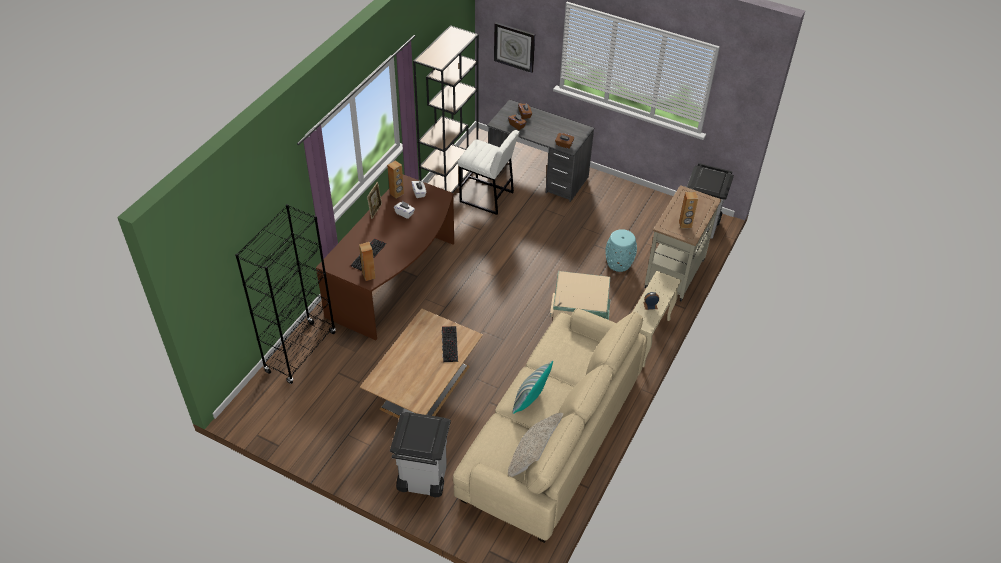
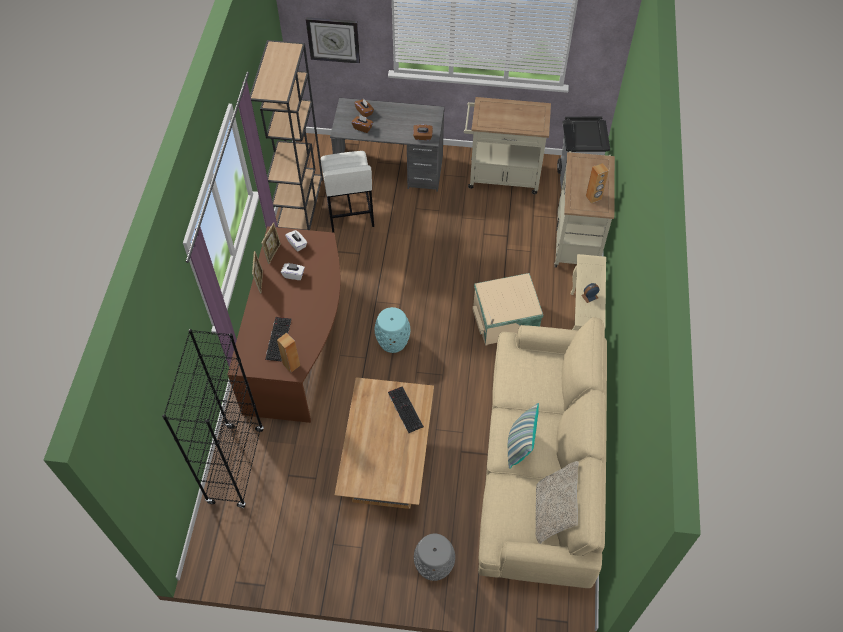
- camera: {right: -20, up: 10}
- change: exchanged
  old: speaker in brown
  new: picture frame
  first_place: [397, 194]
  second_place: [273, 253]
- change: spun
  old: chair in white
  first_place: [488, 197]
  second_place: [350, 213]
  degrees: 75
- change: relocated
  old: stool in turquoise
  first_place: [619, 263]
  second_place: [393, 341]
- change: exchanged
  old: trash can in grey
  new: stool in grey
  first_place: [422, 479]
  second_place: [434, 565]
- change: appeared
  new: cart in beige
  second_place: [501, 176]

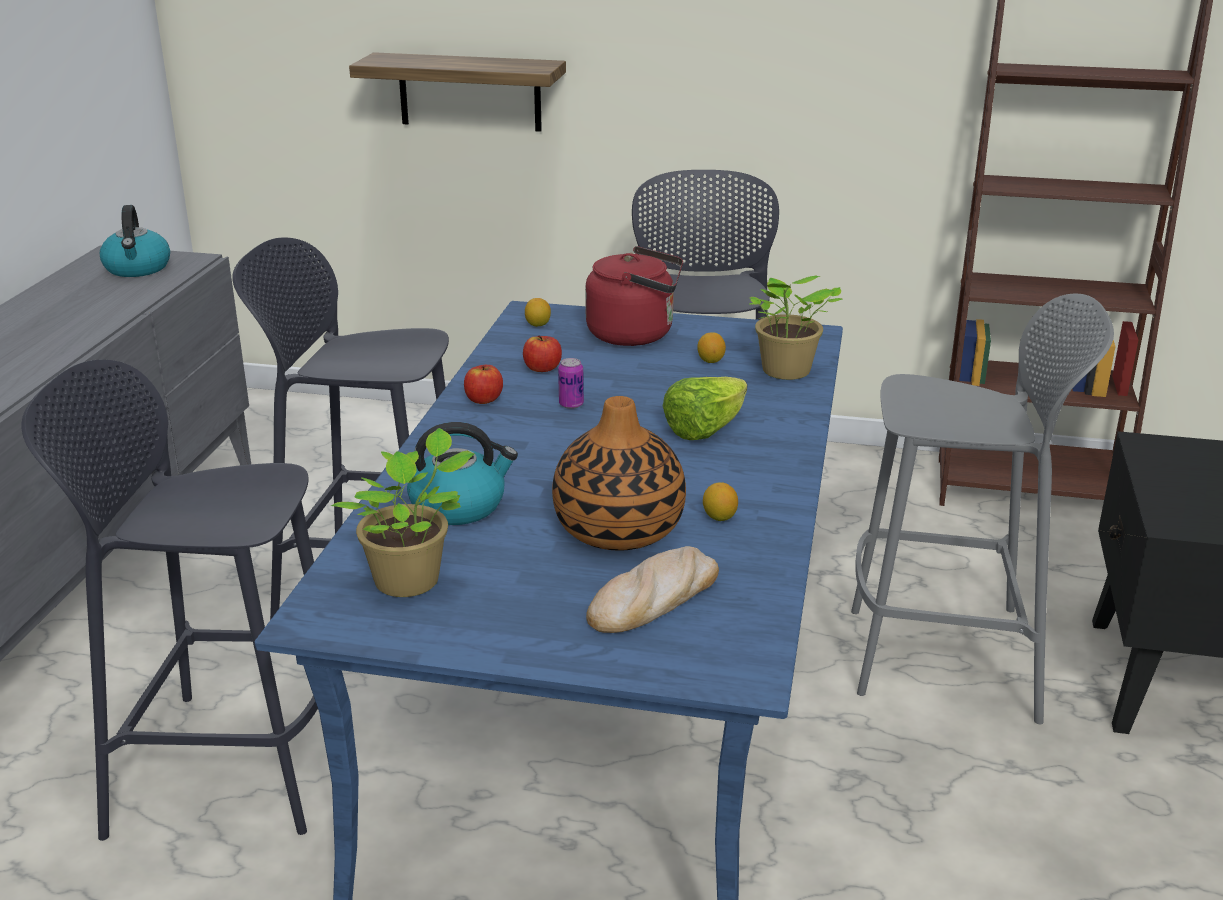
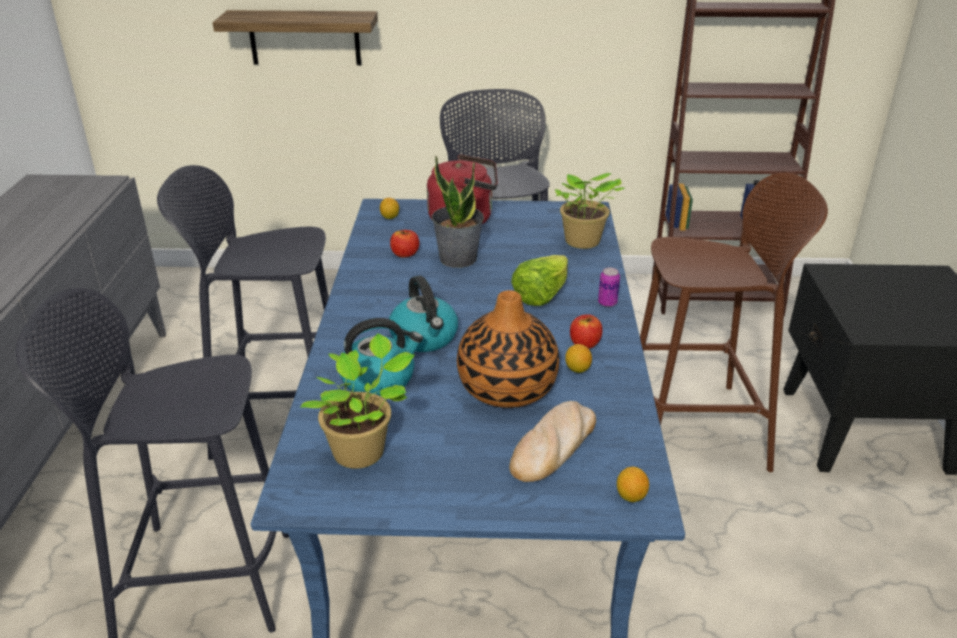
- camera: {right: -10, up: 5}
- change: relocated
  old: kettle
  first_place: [138, 268]
  second_place: [425, 337]
- change: appeared
  new: potted plant
  second_place: [458, 258]
- change: relocated
  old: apple
  first_place: [483, 399]
  second_place: [584, 343]
- change: relocated
  old: can
  first_place: [571, 404]
  second_place: [607, 303]
- change: relocated
  old: lemon
  first_place: [710, 361]
  second_place: [630, 496]
- change: colour
  old: stool in grey
  new: stool in brown
  first_place: [947, 658]
  second_place: [697, 429]

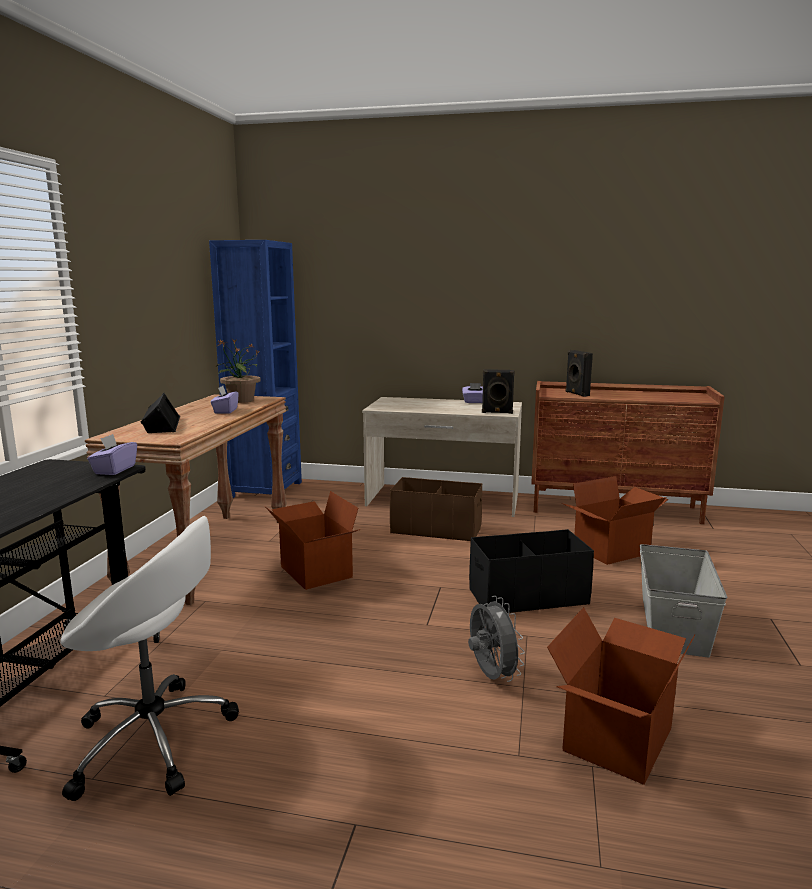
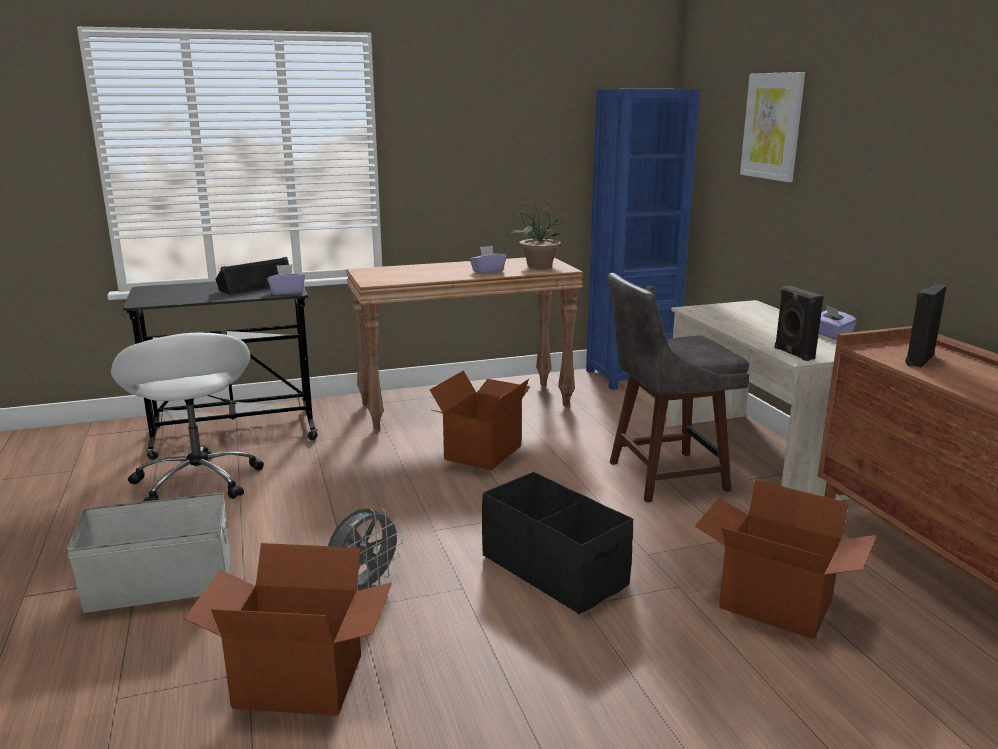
- camera: {right: 60, up: 5}
- change: relocated
  old: storage box in grey
  first_place: [672, 625]
  second_place: [160, 584]
- change: relocated
  old: speaker in black
  first_place: [160, 425]
  second_place: [256, 287]
- change: exchanged
  old: storage box in brown
  new: stool in grey
  first_place: [436, 529]
  second_place: [662, 476]
- change: appeared
  new: picture
  second_place: [772, 126]

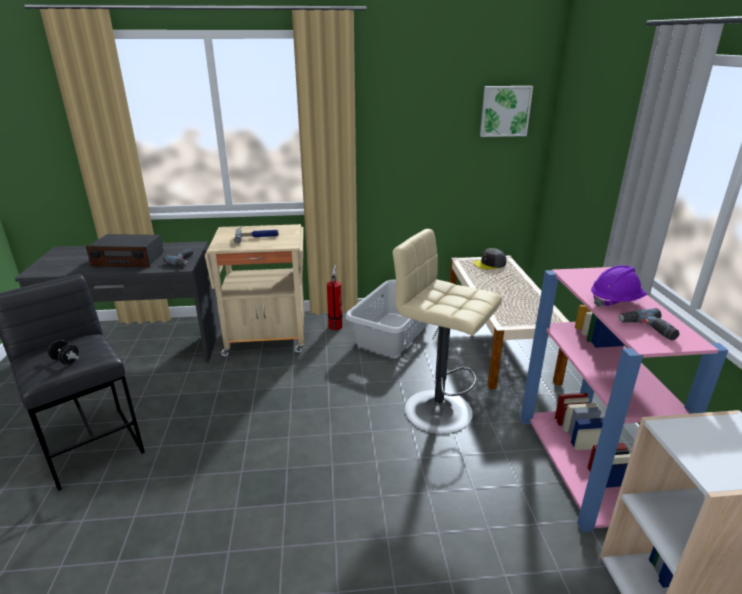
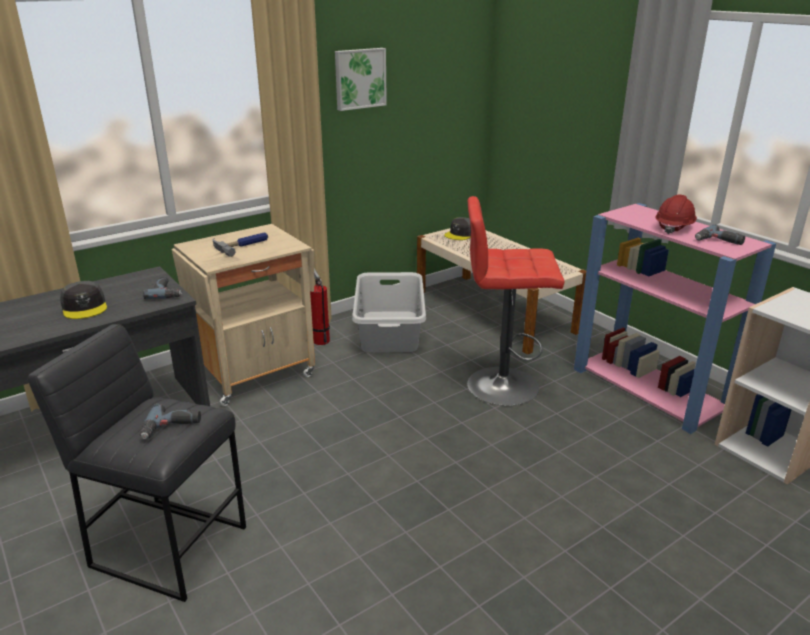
- camera: {right: -30, up: 0}
- change: exchanged
  old: radio
  new: cap in grey
  first_place: [128, 259]
  second_place: [85, 307]
- change: exchanged
  old: dumbbell in black
  new: power drill
  first_place: [66, 360]
  second_place: [171, 428]
- change: relocated
  old: picture
  first_place: [505, 111]
  second_place: [359, 78]
- change: colour
  old: stool in beige
  new: stool in red
  first_place: [437, 410]
  second_place: [501, 385]
- change: colour
  old: hard hat in purple
  new: hard hat in red
  first_place: [615, 301]
  second_place: [674, 228]

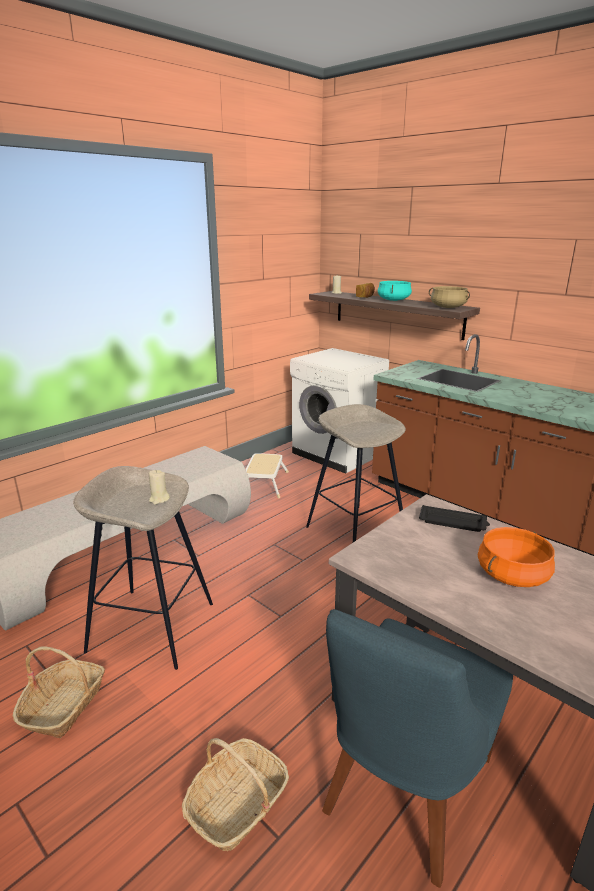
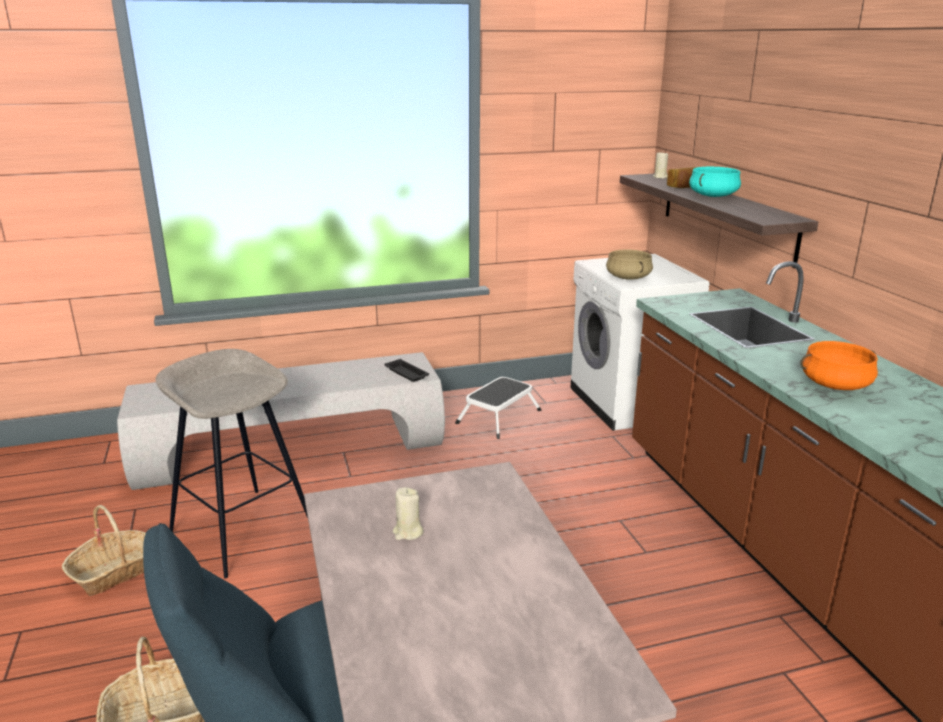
- camera: {right: 30, up: 0}
- change: relocated
  old: tray in black
  first_place: [453, 522]
  second_place: [407, 374]
- change: relocated
  old: candle in beige
  first_place: [159, 499]
  second_place: [408, 532]
- change: colour
  old: step ladder in beige
  new: step ladder in black
  first_place: [264, 483]
  second_place: [498, 416]
- change: relocated
  old: cooking pot in beige
  first_place: [447, 307]
  second_place: [627, 277]
- change: relocated
  old: cooking pot in orange
  first_place: [511, 575]
  second_place: [835, 384]
- change: missing
  old: stool in grey
  first_place: [356, 531]

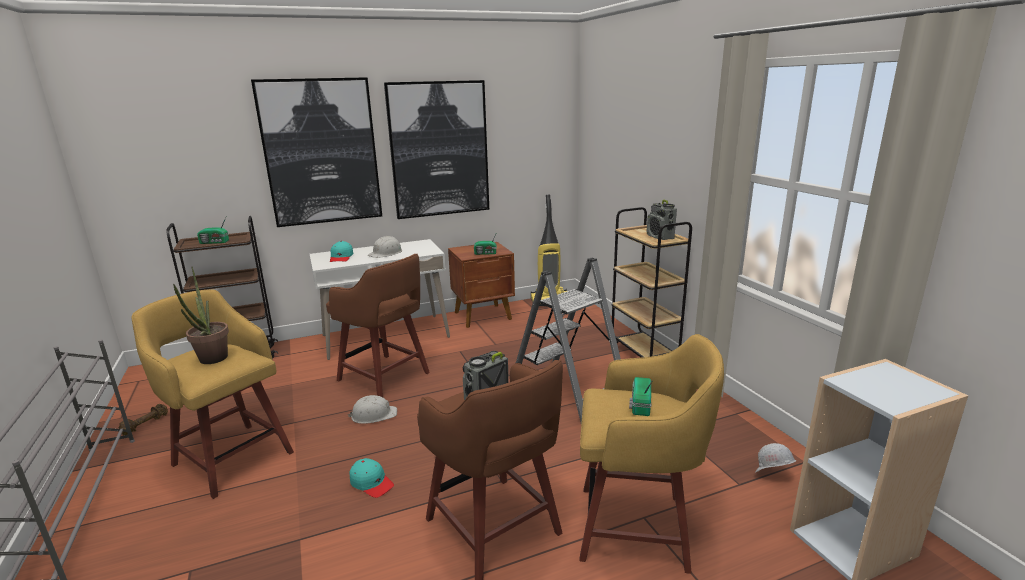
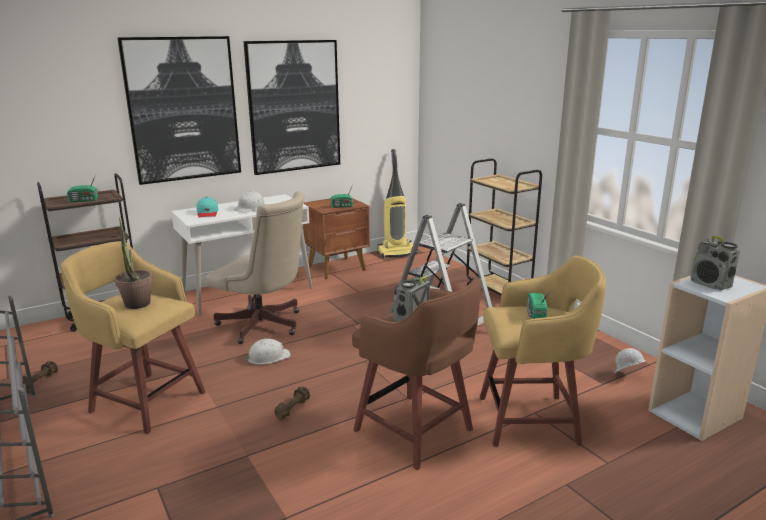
- camera: {right: -10, up: 0}
- change: exchanged
  old: stool in brown
  new: office chair in beige
  first_place: [385, 378]
  second_place: [264, 326]
- change: exchanged
  old: cap in turquoise
  new: dumbbell in brown
  first_place: [371, 483]
  second_place: [292, 409]
- change: relocated
  old: radio
  first_place: [660, 237]
  second_place: [710, 284]

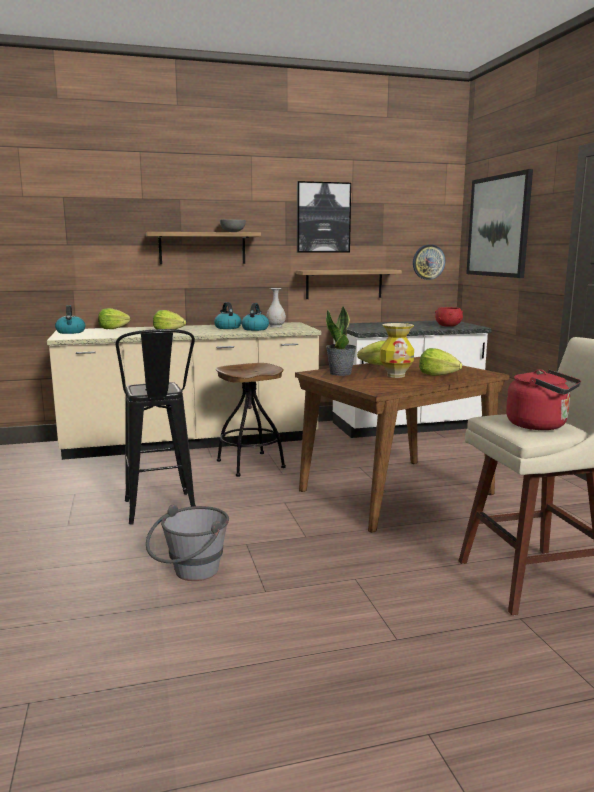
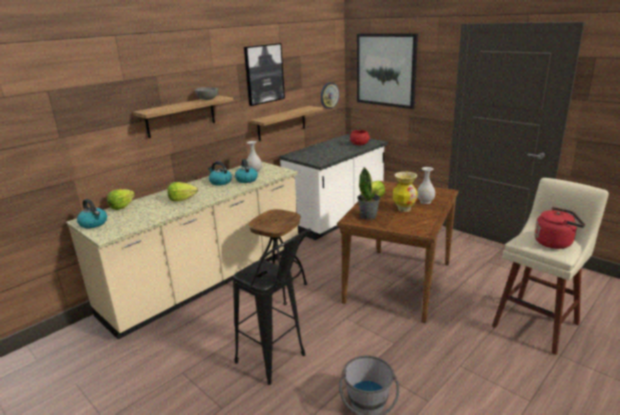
- camera: {right: -30, up: 10}
- change: exchanged
  old: lettuce
  new: vase in white
  first_place: [437, 375]
  second_place: [425, 201]

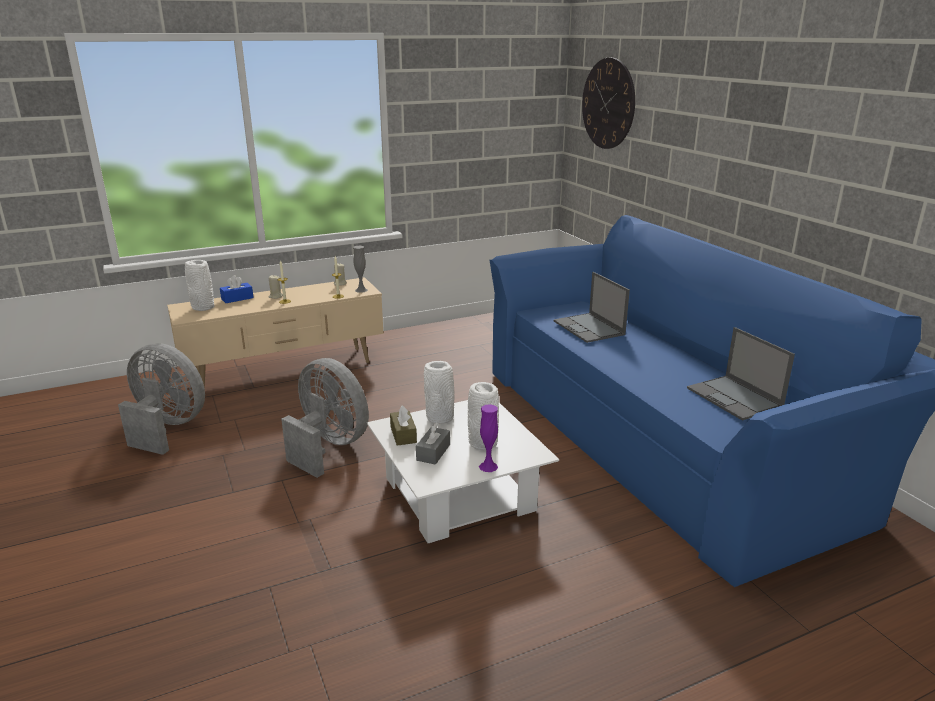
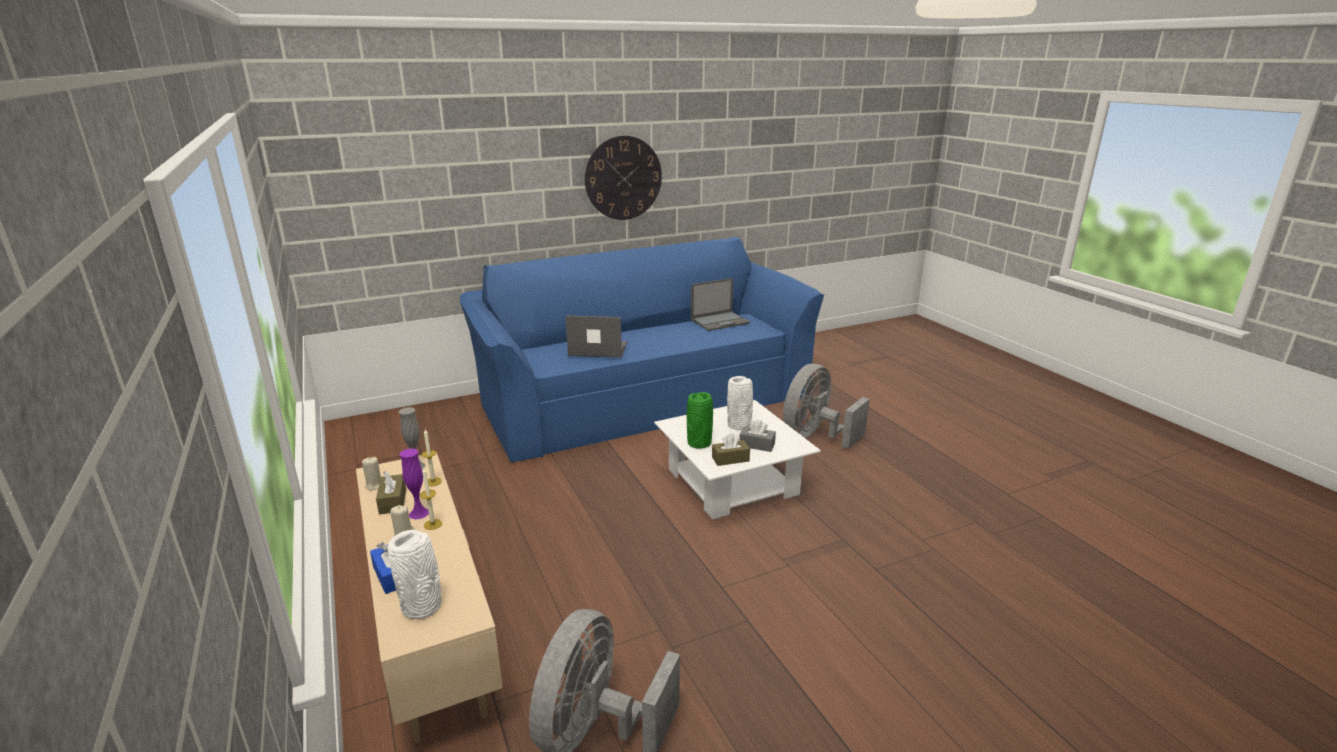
- camera: {right: -90, up: 0}
- change: appeared
  new: tissue box in brown
  second_place: [393, 501]
- change: relocated
  old: vase in purple
  first_place: [488, 466]
  second_place: [419, 513]
- change: spun
  old: laptop
  first_place: [589, 328]
  second_place: [597, 349]
  degrees: -150
- change: relocated
  old: wall clock
  first_place: [608, 104]
  second_place: [623, 178]
- change: colour
  old: vase in white
  new: vase in green
  first_place: [440, 418]
  second_place: [699, 443]
- change: relocated
  old: fan in grey
  first_place: [329, 446]
  second_place: [815, 436]

